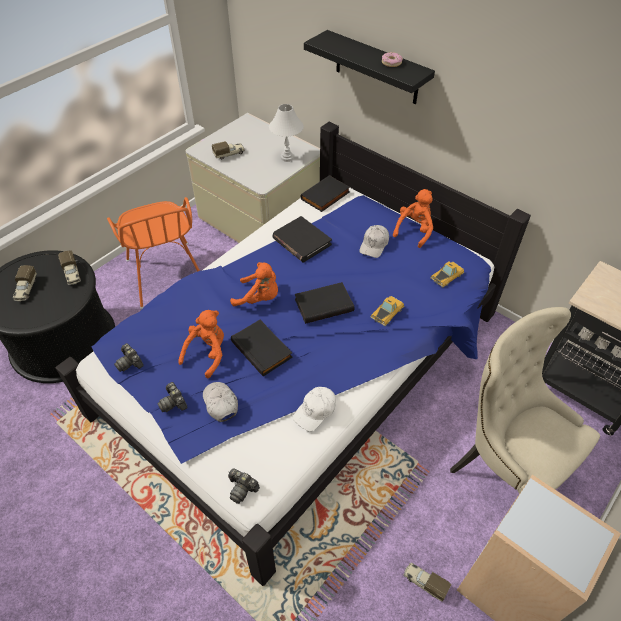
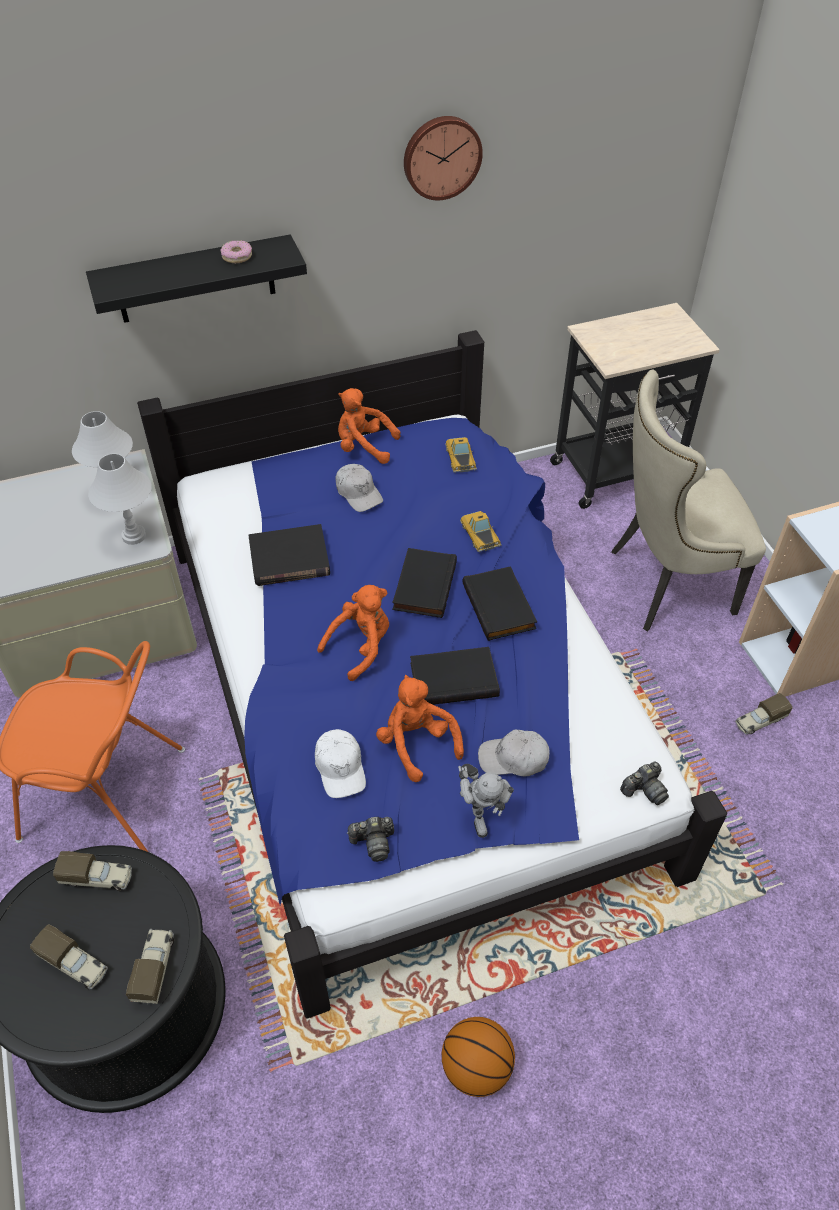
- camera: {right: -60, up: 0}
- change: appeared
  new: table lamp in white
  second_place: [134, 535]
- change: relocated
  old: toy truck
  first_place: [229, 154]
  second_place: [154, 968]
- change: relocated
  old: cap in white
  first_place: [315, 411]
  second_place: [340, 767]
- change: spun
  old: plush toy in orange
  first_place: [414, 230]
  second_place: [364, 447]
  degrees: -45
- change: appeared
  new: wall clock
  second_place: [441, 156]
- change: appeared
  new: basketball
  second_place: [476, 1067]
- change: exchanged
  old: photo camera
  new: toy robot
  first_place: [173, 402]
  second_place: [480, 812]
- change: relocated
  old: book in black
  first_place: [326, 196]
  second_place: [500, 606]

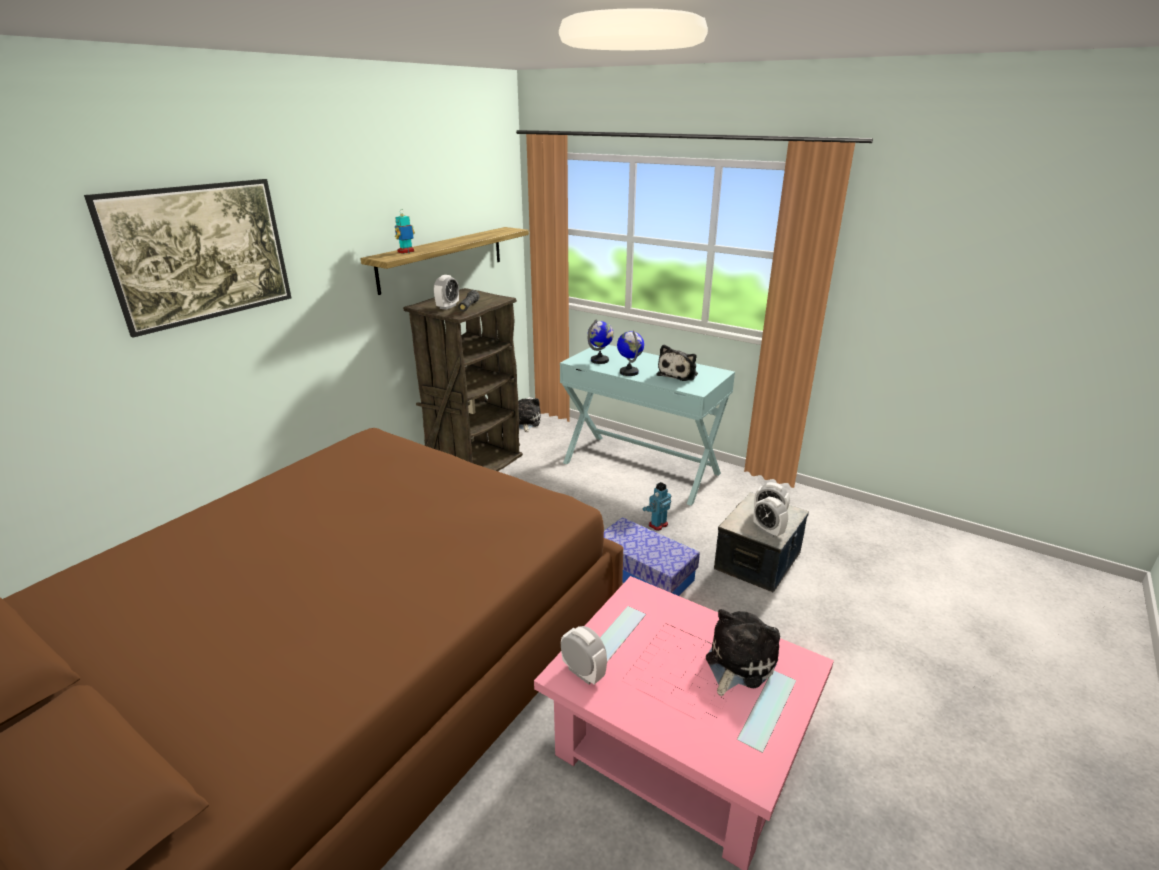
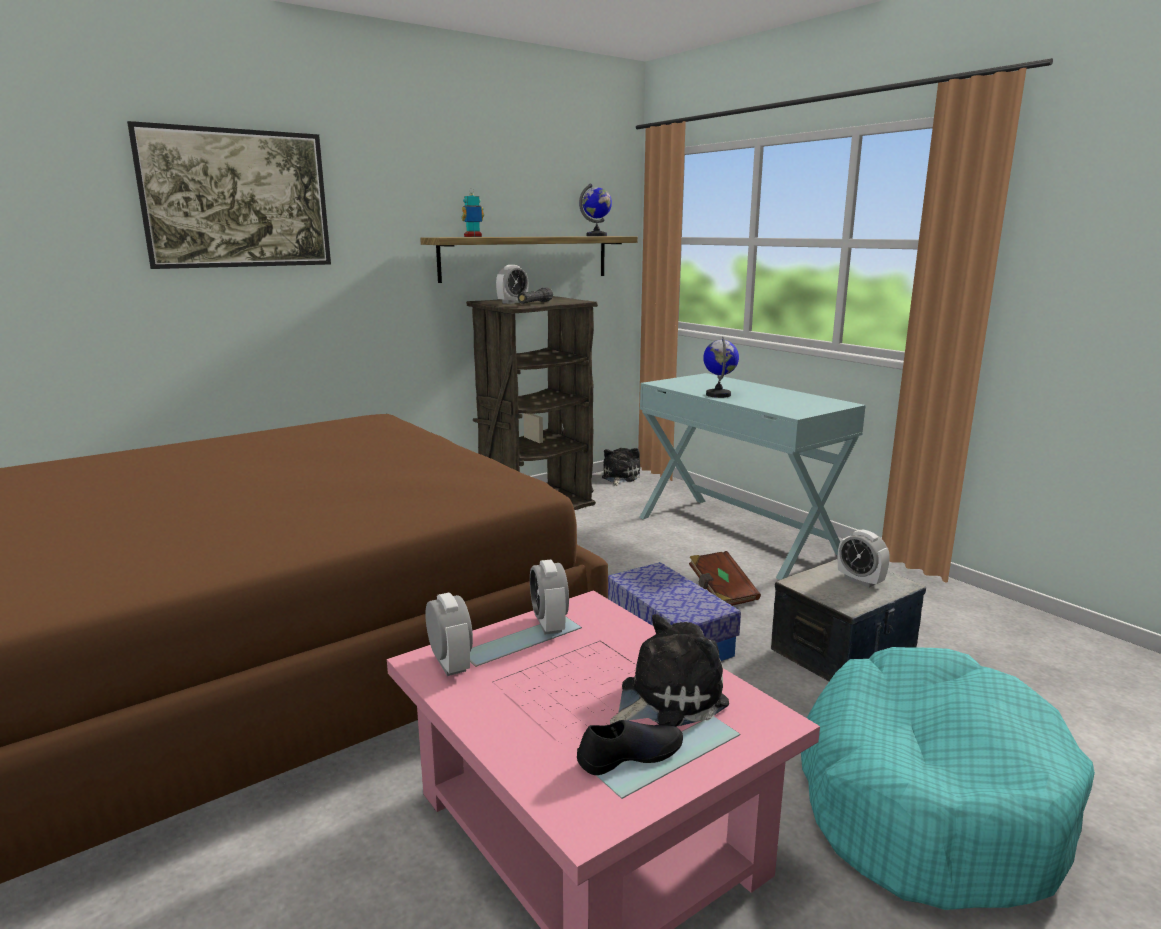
- camera: {right: 20, up: -10}
- change: relocated
  old: alarm clock
  first_place: [768, 531]
  second_place: [549, 624]
- change: appeared
  new: shoe in black
  second_place: [630, 755]
- change: relocated
  old: globe
  first_place: [600, 360]
  second_place: [597, 236]
- change: exchanged
  old: toy robot
  new: book in brown
  first_place: [657, 524]
  second_place: [721, 592]
- change: appeared
  new: dog bed in turquoise
  second_place: [927, 797]
- change: missing
  old: plush toy
  first_place: [679, 374]

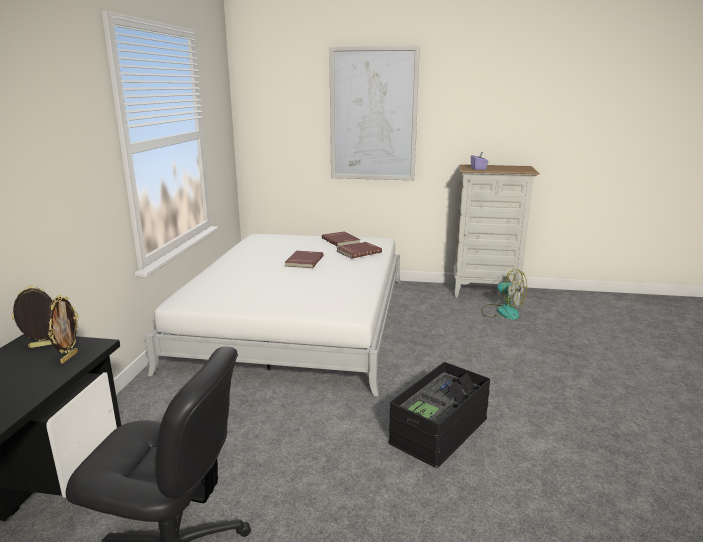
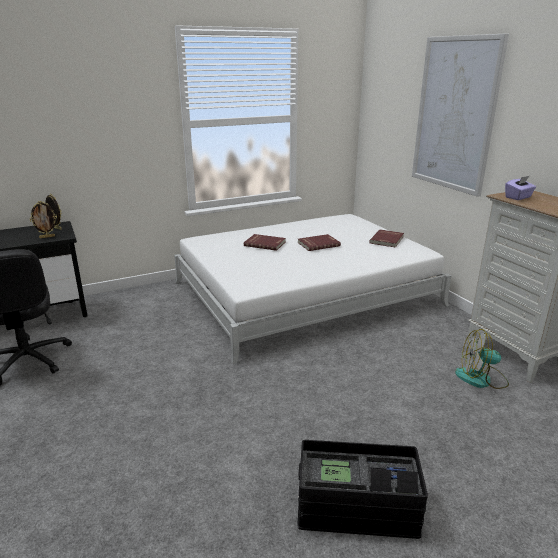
- camera: {right: 55, up: 5}
- change: relocated
  old: book in red
  first_place: [358, 251]
  second_place: [265, 243]
- change: relocated
  old: storage box in black
  first_place: [438, 429]
  second_place: [357, 504]
- change: spun
  old: fan
  first_place: [502, 311]
  second_place: [481, 379]
  degrees: 90

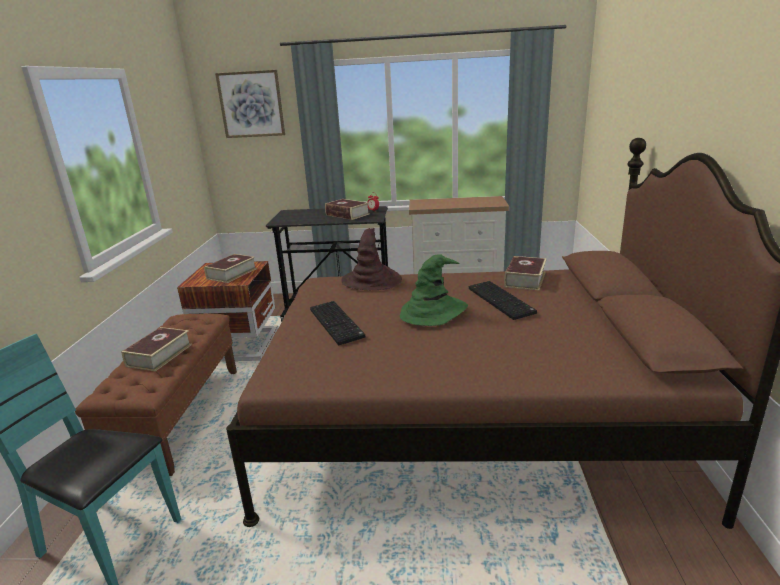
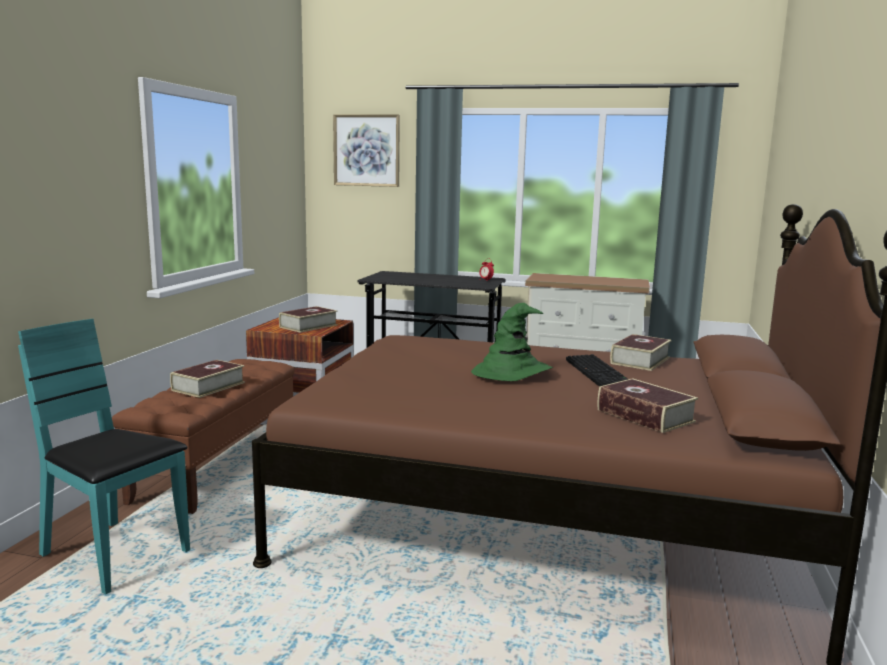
- camera: {right: 10, up: -10}
- change: relocated
  old: book
  first_place: [347, 214]
  second_place: [645, 416]
- change: missing
  old: keyboard
  first_place: [338, 323]
- change: missing
  old: hat in brown
  first_place: [371, 280]

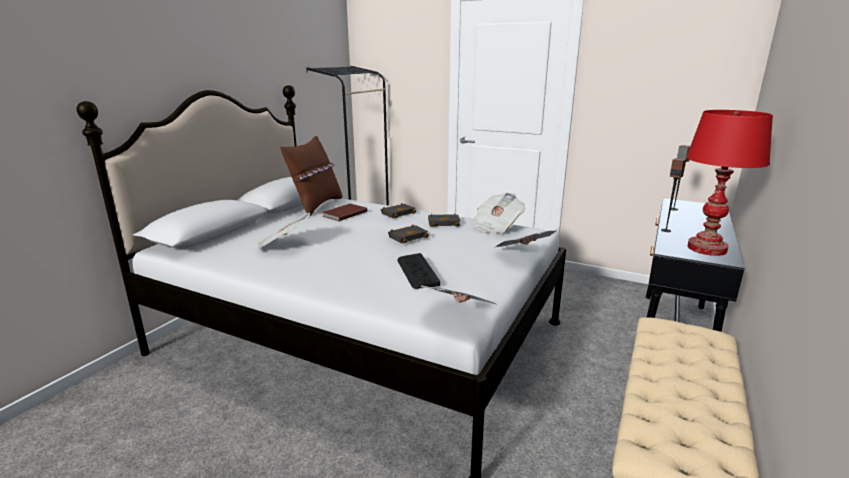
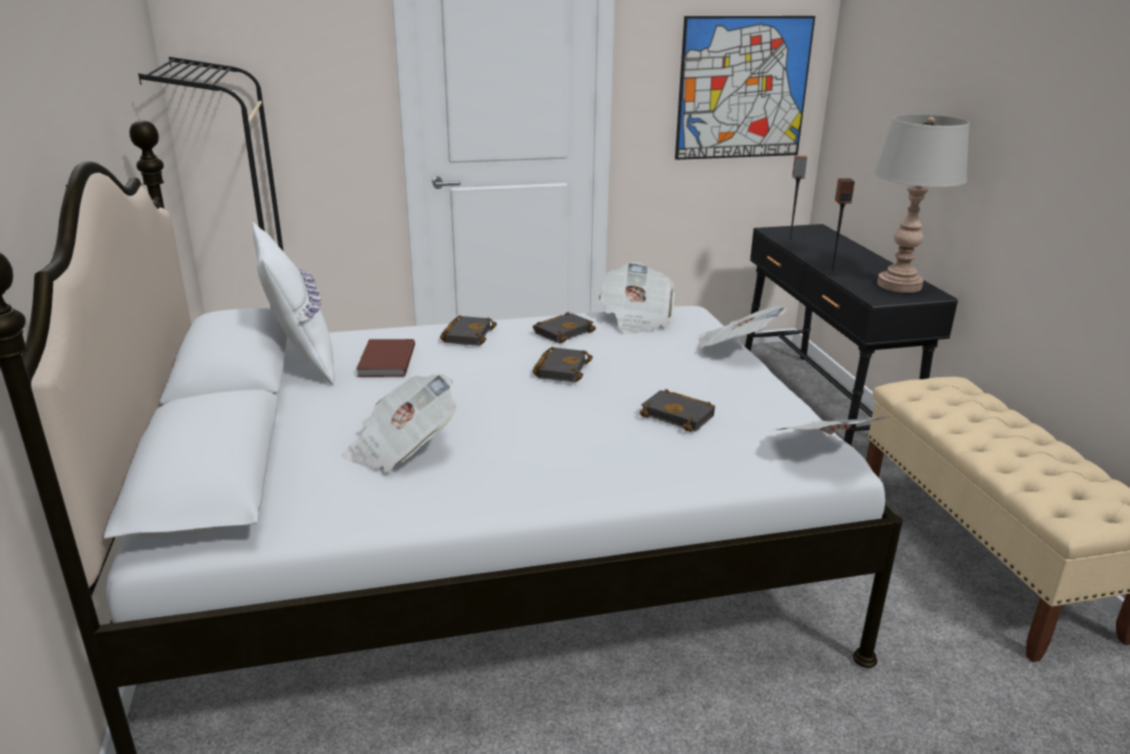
- camera: {right: -40, up: 5}
- change: colour
  old: pillow in brown
  new: pillow in white
  first_place: [316, 206]
  second_place: [301, 361]
- change: exchanged
  old: keyboard
  new: book in black
  first_place: [417, 271]
  second_place: [680, 415]
- change: appeared
  new: picture
  second_place: [743, 88]
- change: colour
  old: table lamp in red
  new: table lamp in grey
  first_place: [706, 249]
  second_place: [899, 285]

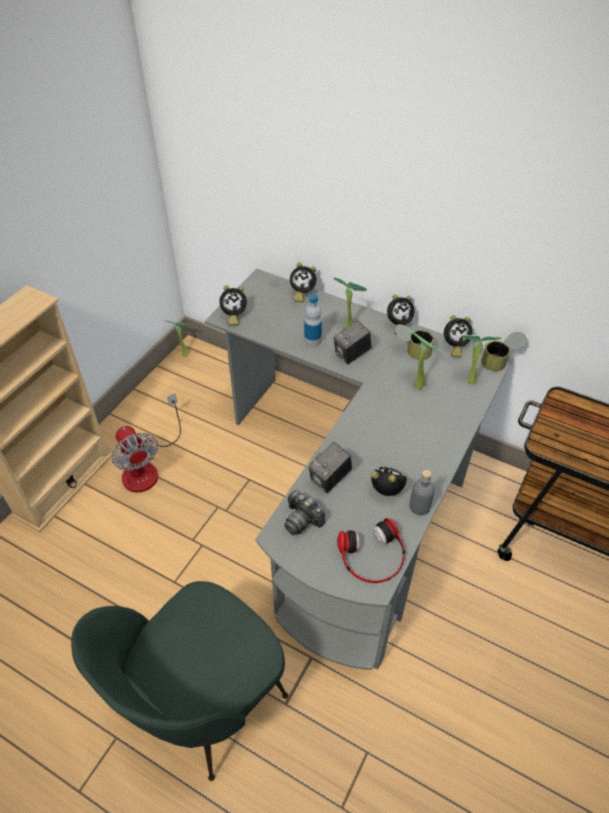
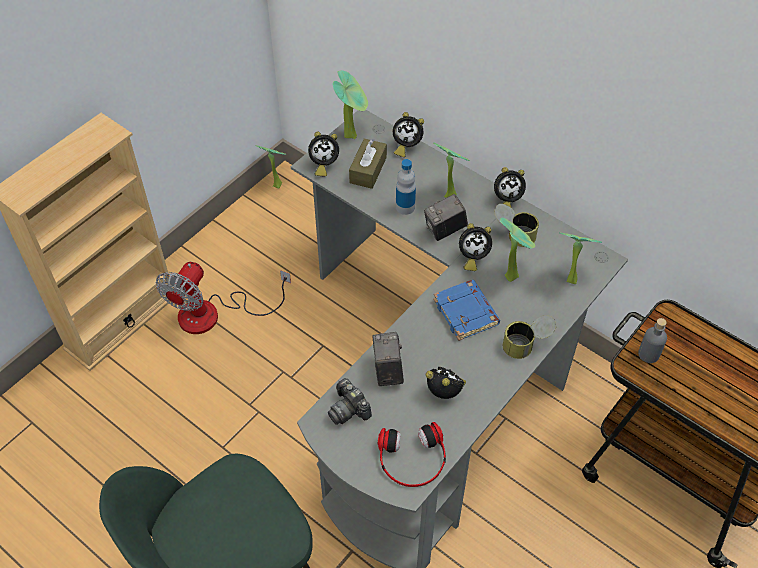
- camera: {right: 10, up: 5}
- change: spun
  old: fan
  first_place: [147, 467]
  second_place: [213, 314]
  degrees: 45
- change: appeared
  new: potted plant
  second_place: [352, 134]
- change: appeared
  new: tissue box in brown
  second_place: [368, 170]
- change: spun
  old: photo camera
  first_place: [330, 479]
  second_place: [387, 370]
  degrees: 120
- change: appeared
  new: book in blue
  second_place: [467, 313]
- change: relocated
  old: alarm clock
  first_place: [454, 347]
  second_place: [472, 257]
- change: relocated
  old: can
  first_place: [500, 361]
  second_place: [526, 345]
- change: relocated
  old: bottle in grey
  first_place: [419, 506]
  second_place: [648, 354]

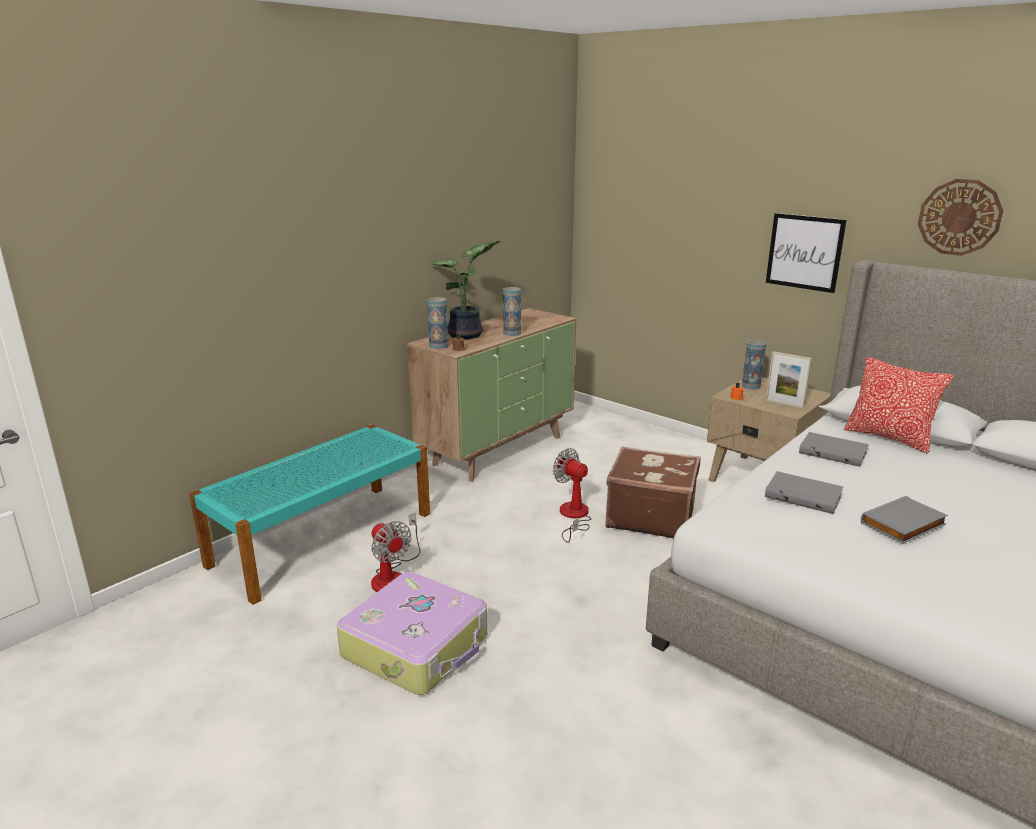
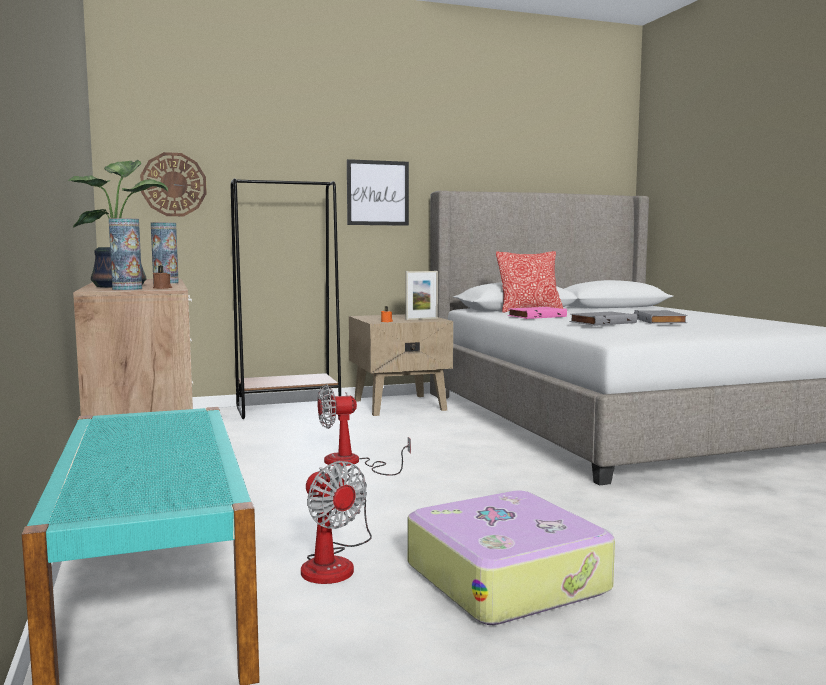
- camera: {right: -60, up: -15}
- change: relocated
  old: wall clock
  first_place: [959, 217]
  second_place: [173, 184]
- change: appeared
  new: clothes rack
  second_place: [288, 410]
- change: spun
  old: fan
  first_place: [393, 575]
  second_place: [334, 563]
  degrees: 60
- change: colour
  old: book in grey
  new: book in pink
  first_place: [833, 452]
  second_place: [536, 316]
- change: missing
  old: suitcase in brown
  first_place: [650, 516]
- change: missing
  old: vase
  first_place: [751, 386]

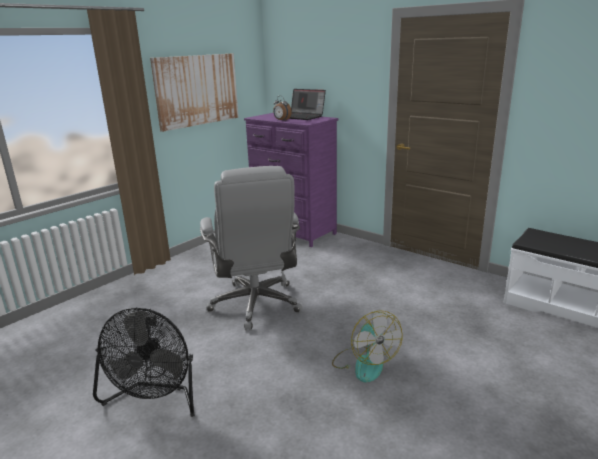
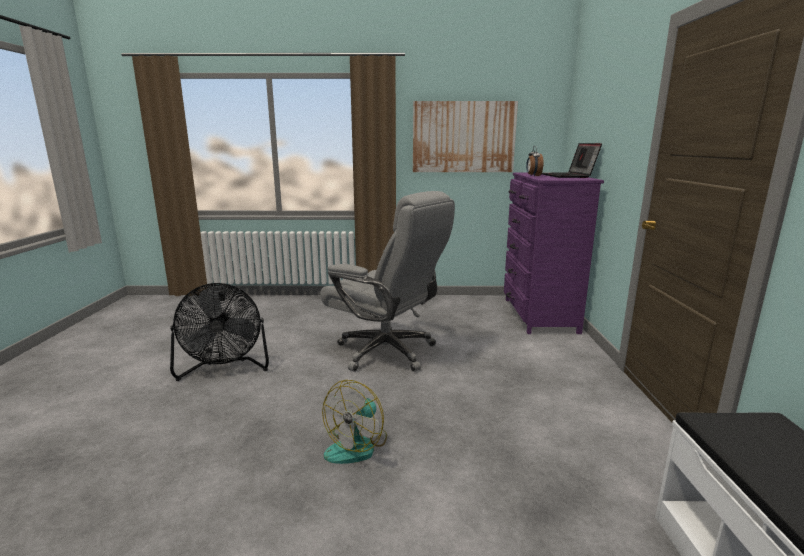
- camera: {right: 50, up: -5}
- change: spun
  old: fan in black
  first_place: [153, 395]
  second_place: [221, 367]
  degrees: -75
- change: spun
  old: office chair in grey
  first_place: [255, 304]
  second_place: [386, 351]
  degrees: -90

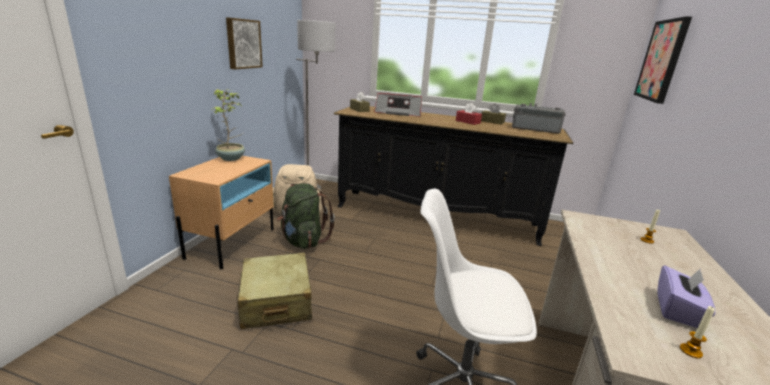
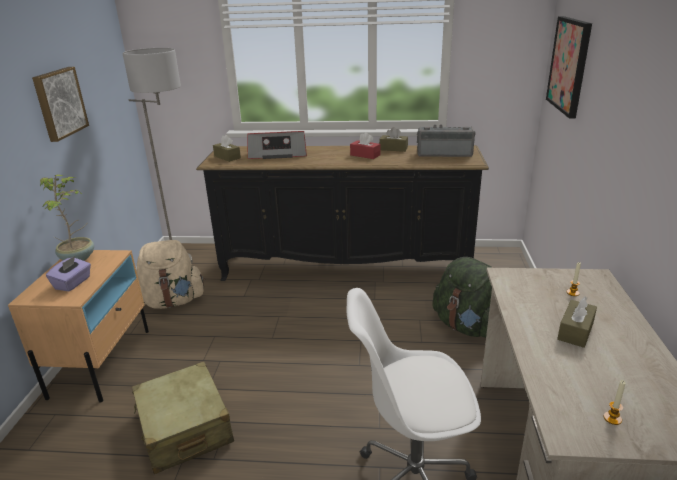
- camera: {right: -10, up: 5}
- change: relocated
  old: tissue box in purple
  first_place: [677, 310]
  second_place: [73, 283]
- change: relocated
  old: backpack in green
  first_place: [303, 241]
  second_place: [466, 326]
- change: appeared
  new: tissue box in brown
  second_place: [575, 331]

